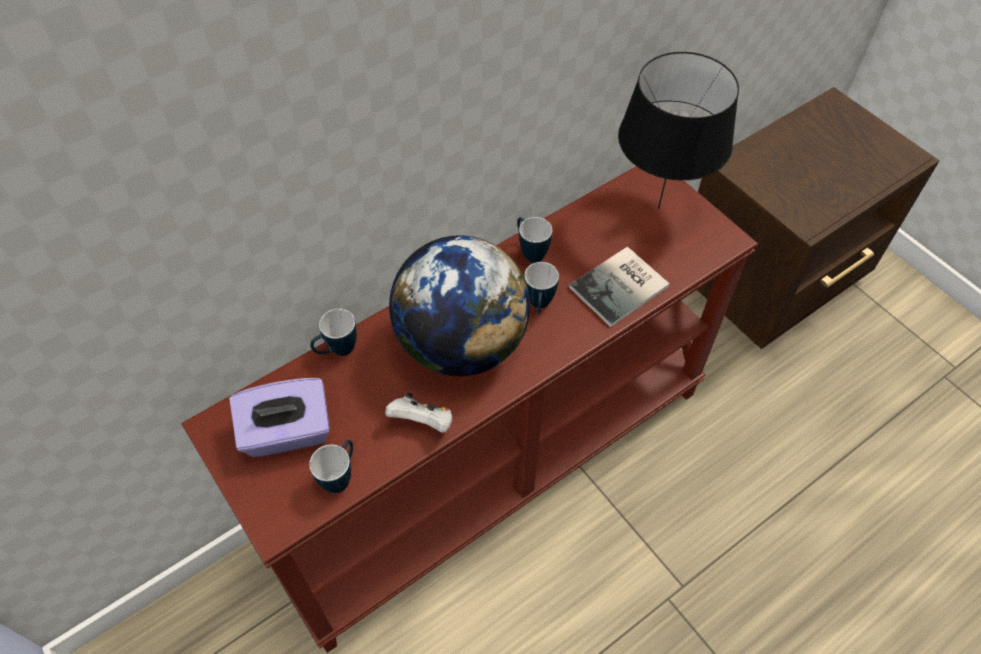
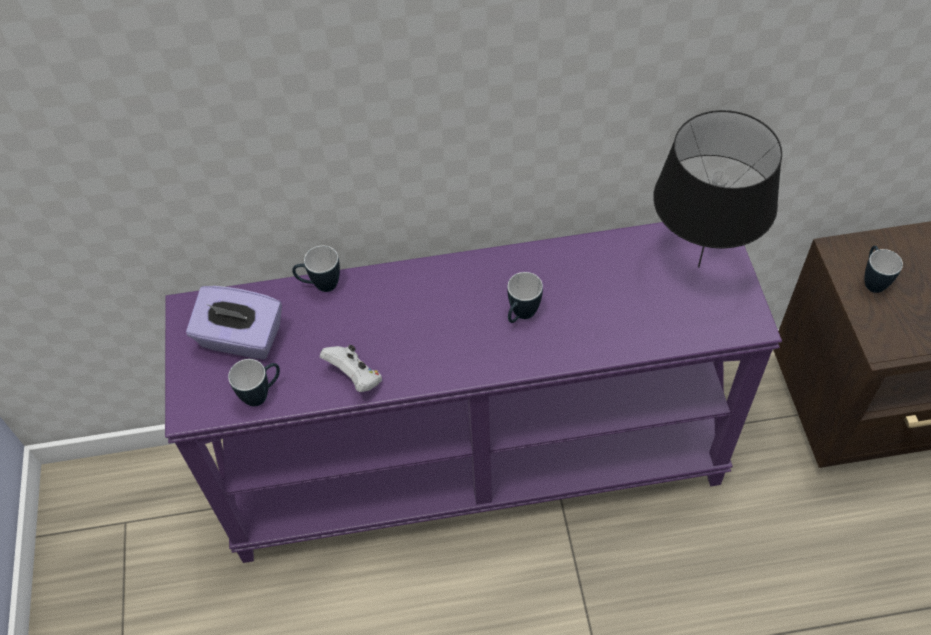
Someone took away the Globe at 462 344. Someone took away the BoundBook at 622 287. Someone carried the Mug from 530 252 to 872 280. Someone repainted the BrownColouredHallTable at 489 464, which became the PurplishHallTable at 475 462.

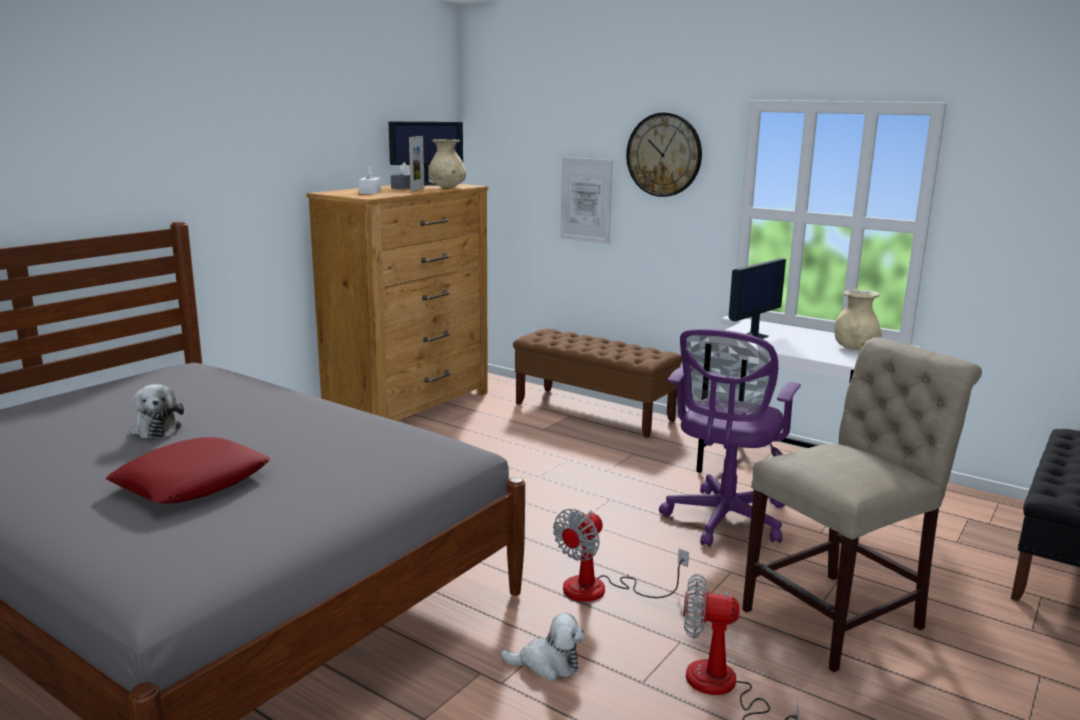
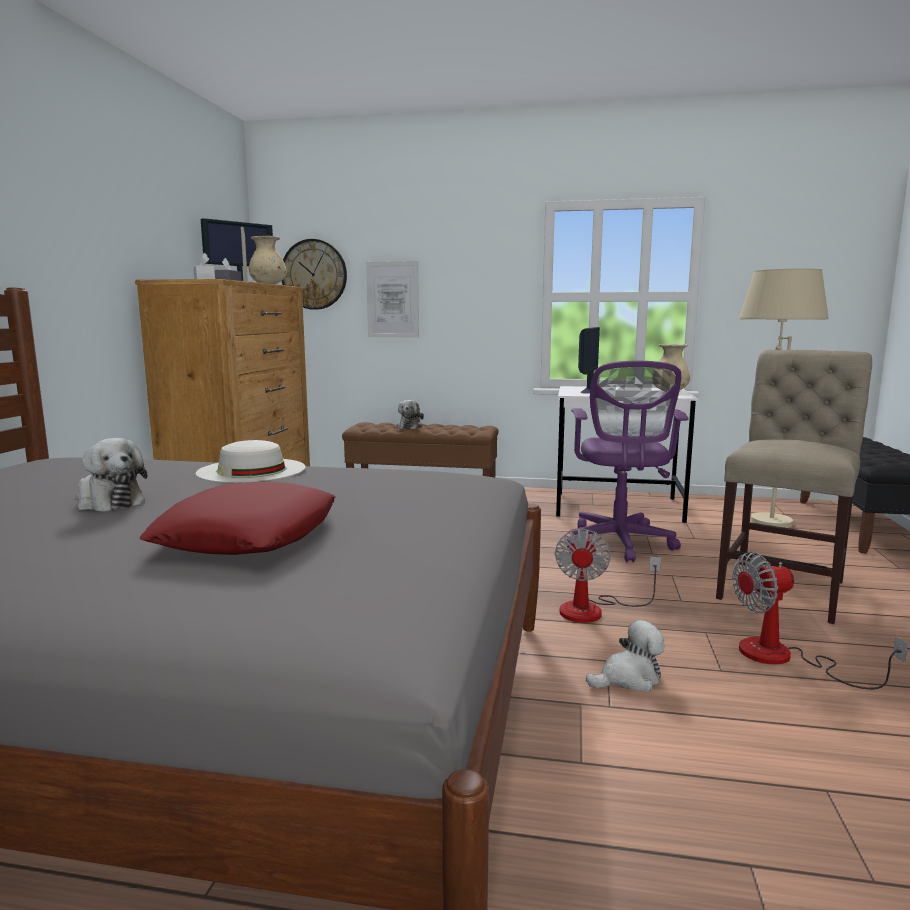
Someone put down the WhitishWearableHat at 251 470. Someone put down the SoftToy at 410 426. Someone put down the SandColouredStandardLamp at 763 516. Someone carried the ClockOnTheWall from 664 155 to 314 274.

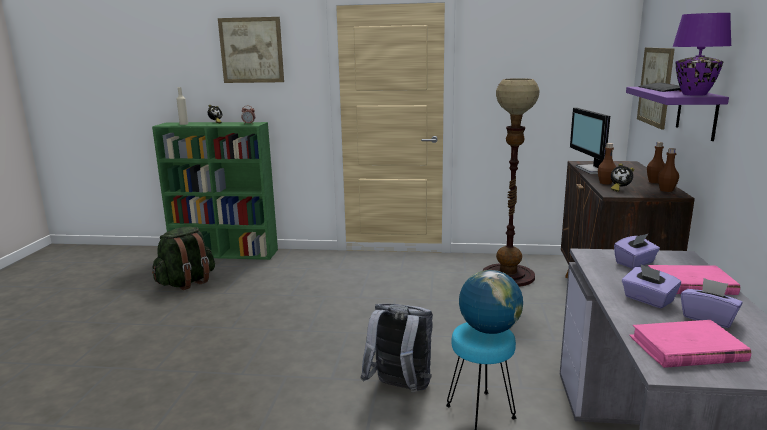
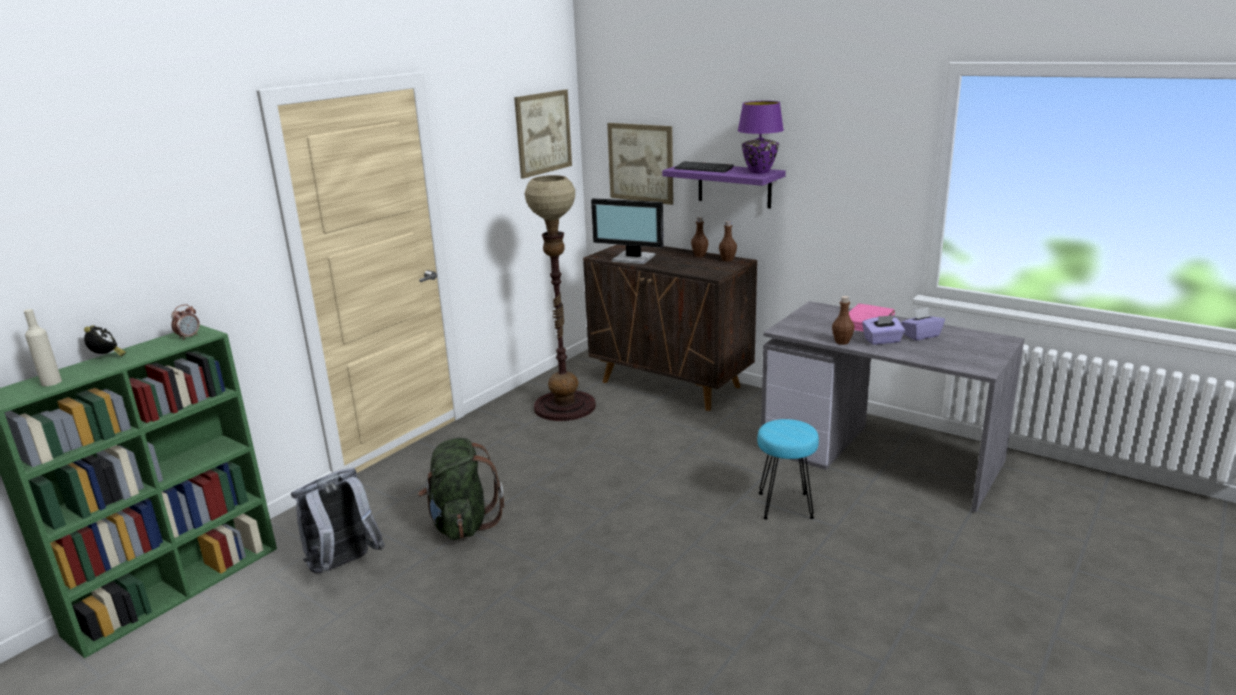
Someone took away the Globe at 489 330. Someone took away the AlarmClock at 619 189. Someone took away the PurplishTissueHolder at 635 263. Someone took away the PinkColouredBoundBook at 686 349. Someone carried the GreenBackpack from 187 282 to 462 524. Someone carried the WallArt from 251 50 to 543 133. Someone carried the GreyishBackpack from 400 388 to 343 566. Someone carried the BrownColouredBottle from 605 183 to 842 342.

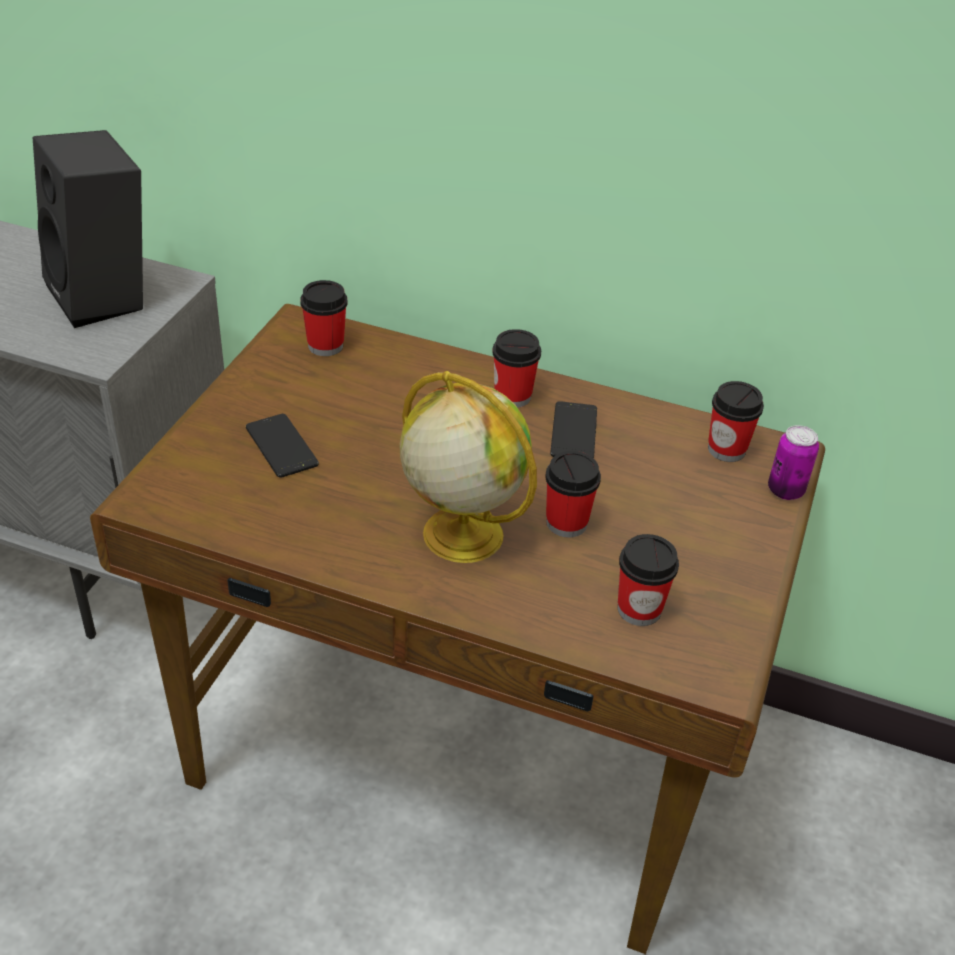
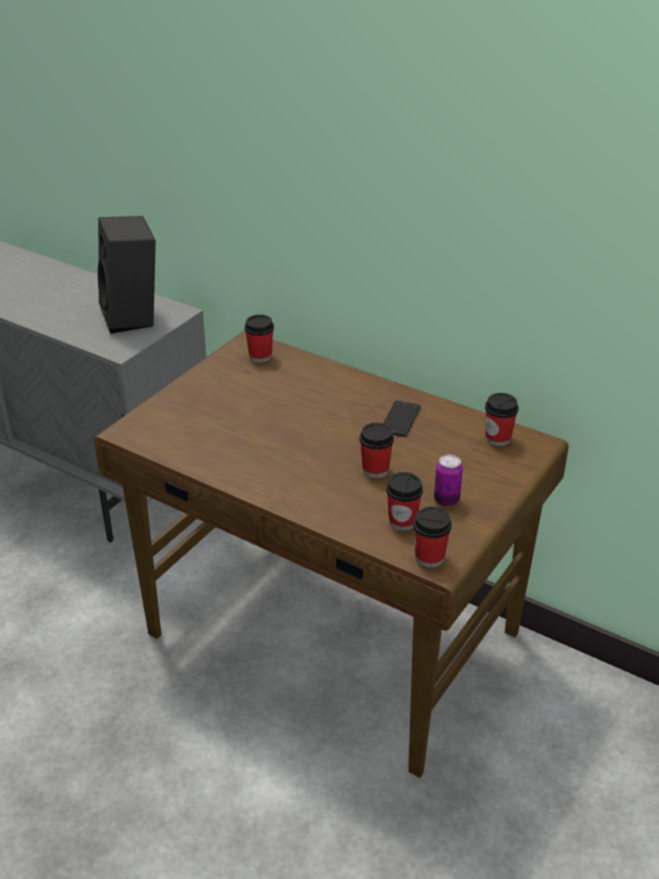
Someone took away the Handset at 281 446. Someone took away the Globe at 460 533. Someone carried the Cup from 512 396 to 429 557. Someone carried the SealedCan from 785 490 to 446 500.

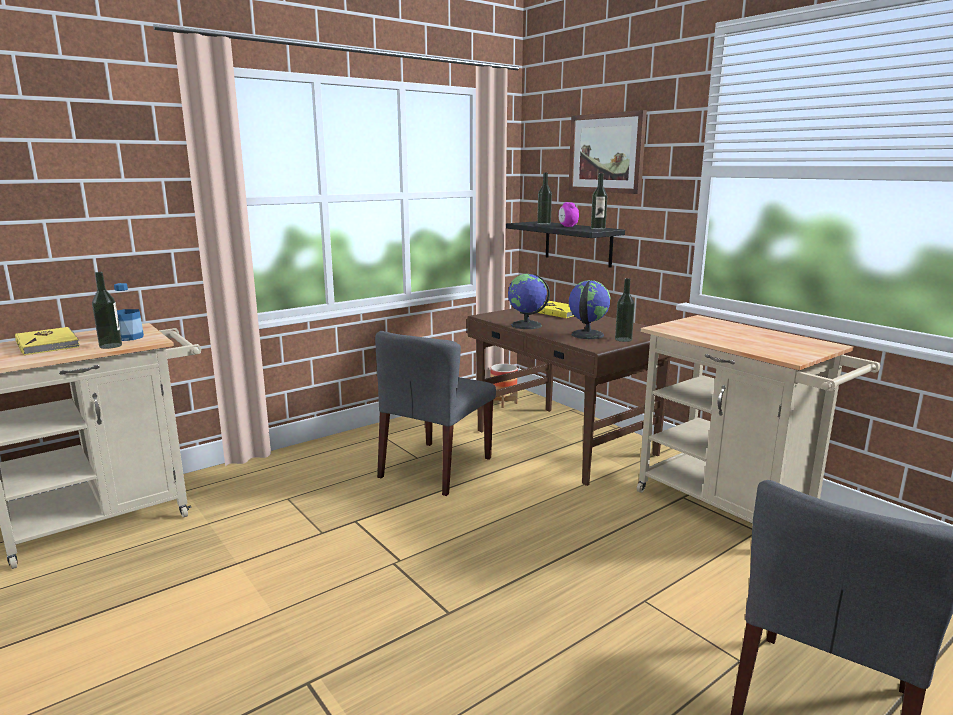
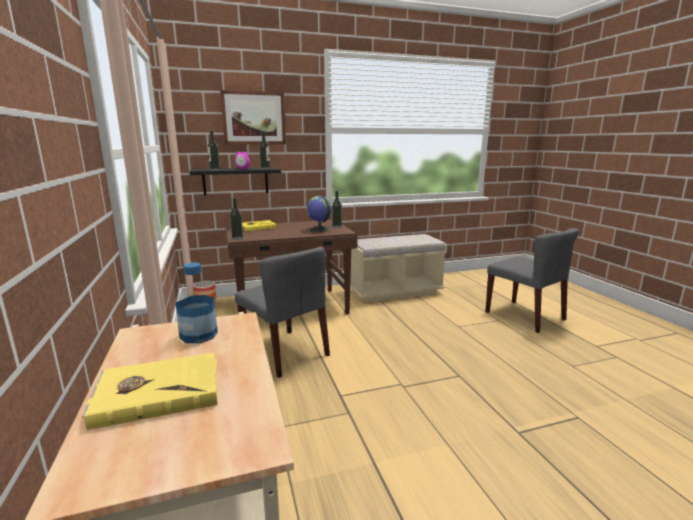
Someone took away the Globe at 526 325. Someone carried the Bottle from 110 346 to 237 238. Someone swapped the SandColouredCart at 732 510 for the SandColouredIndoorBench at 394 292.

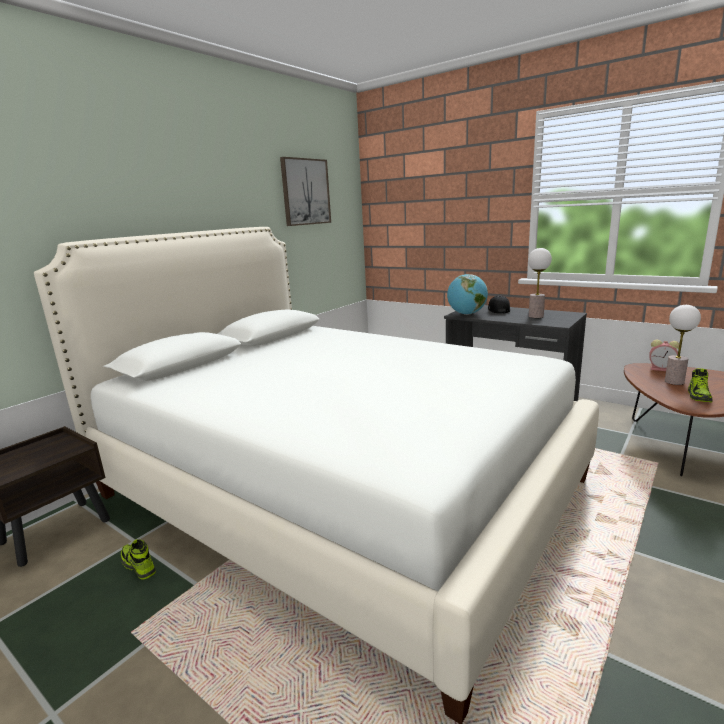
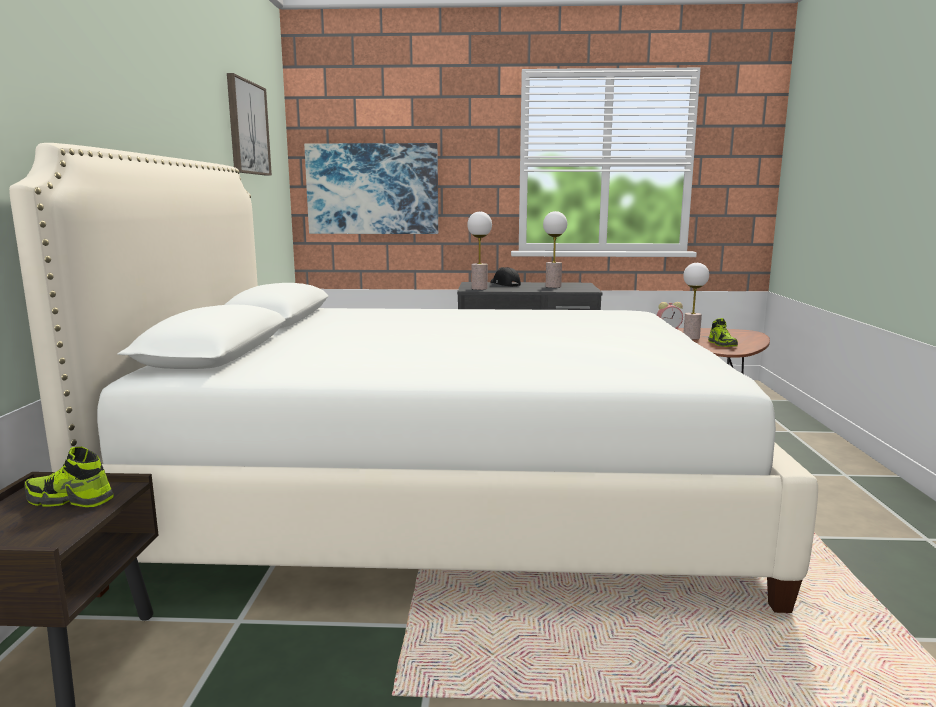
Someone put up the WallArt at 372 189. Someone carried the Shoe from 138 566 to 70 500. Someone swapped the Globe at 466 314 for the LampForATable at 479 288.

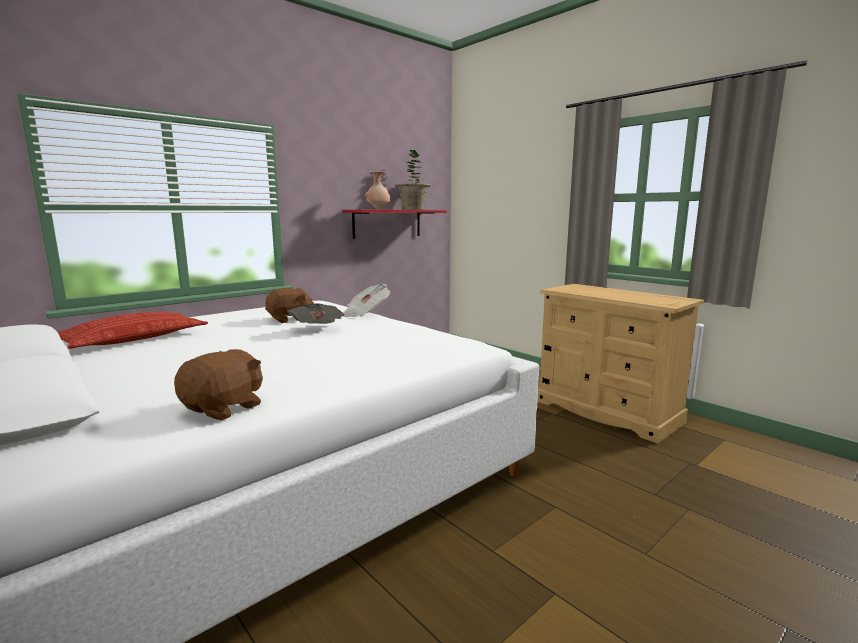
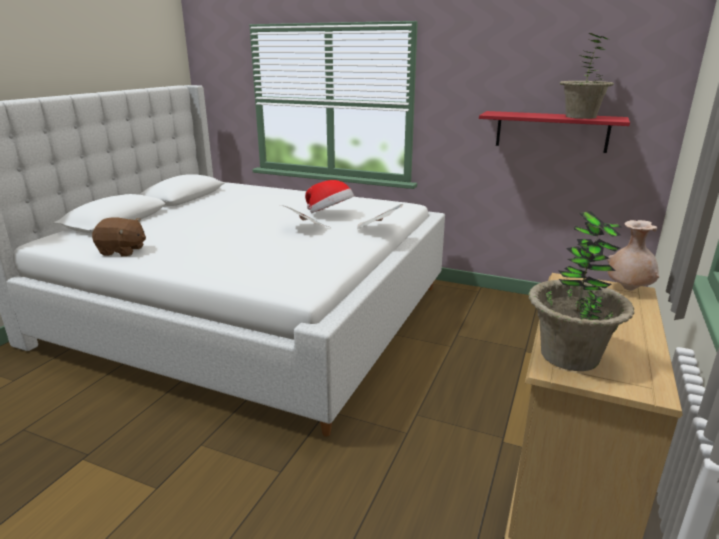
Someone took away the Pillow at 133 339. Someone put down the PottedPlant at 569 356. Someone carried the SandColouredFlowerVase from 378 209 to 628 289. Someone swapped the BrownColouredSoftToy at 289 319 for the WearableHat at 330 214.

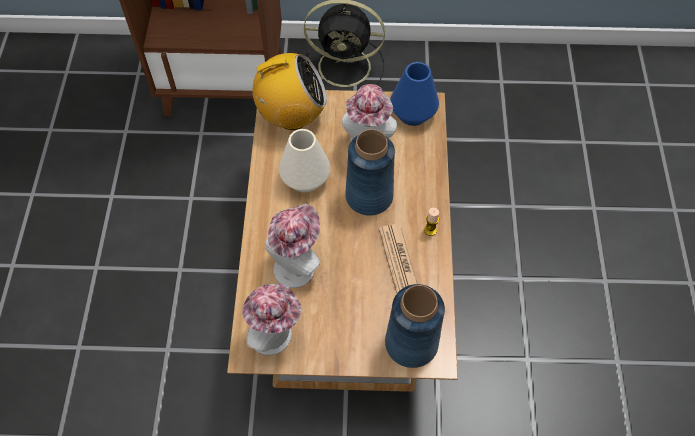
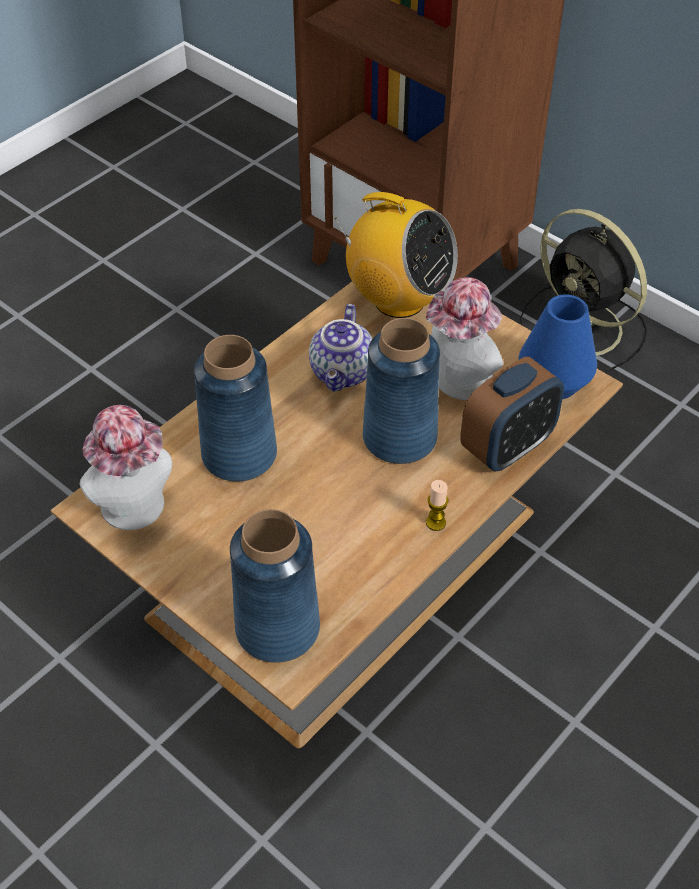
Someone took away the Newspaper at 398 260. Someone put down the AlarmClock at 507 447. Someone swapped the WearableHat at 297 264 for the BluishFlowerVase at 238 454. Someone swapped the WhitishFlowerVase at 305 179 for the TeaPot at 344 373.

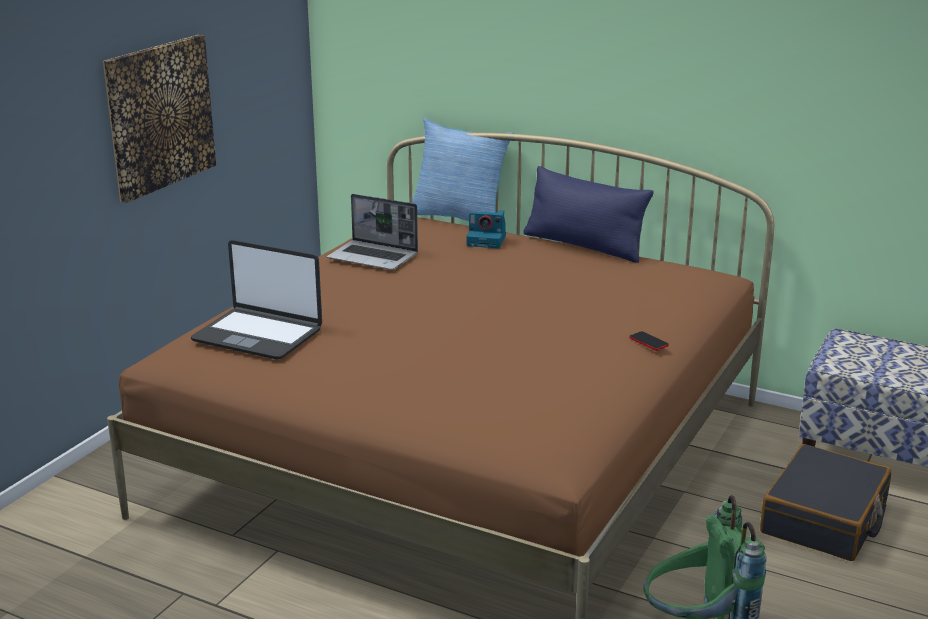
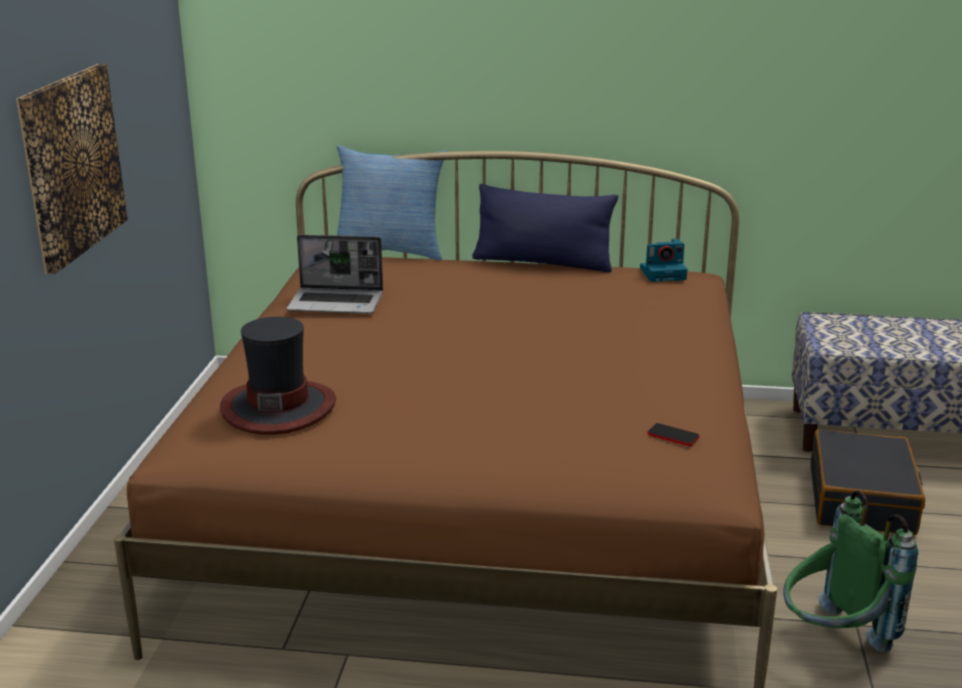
Someone carried the StillCamera from 487 240 to 663 273. Someone carried the Handset from 648 342 to 673 436. Someone swapped the NotebookComputer at 258 335 for the WearableHat at 278 407.

